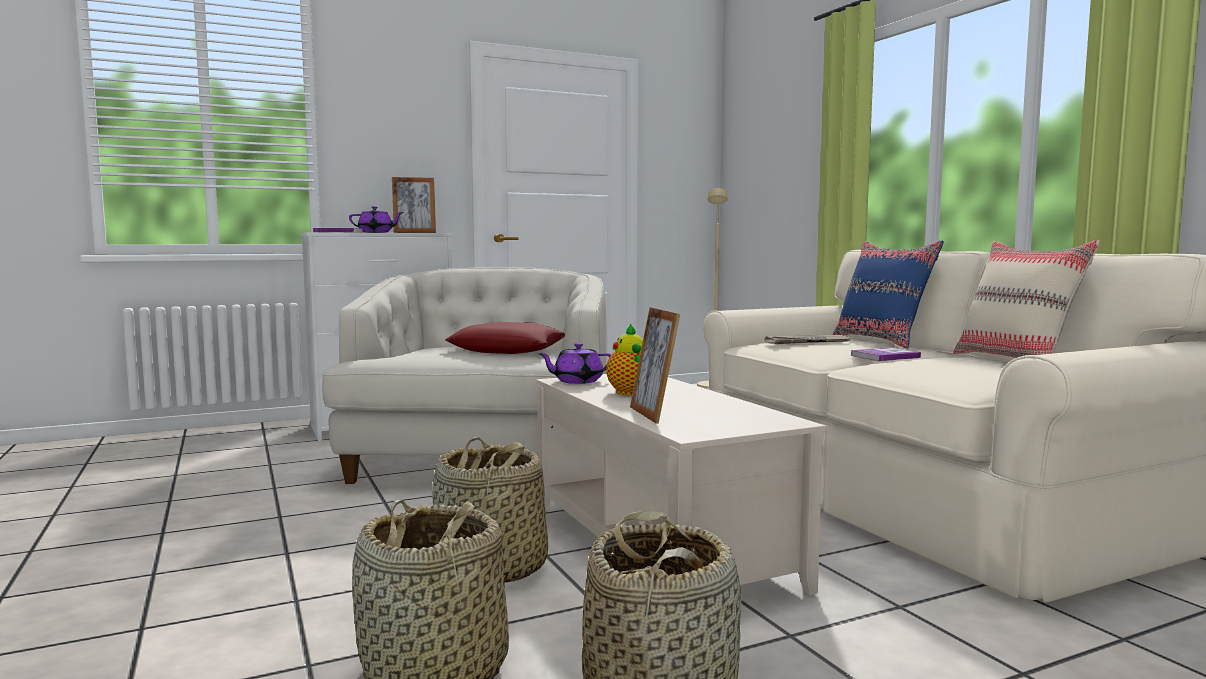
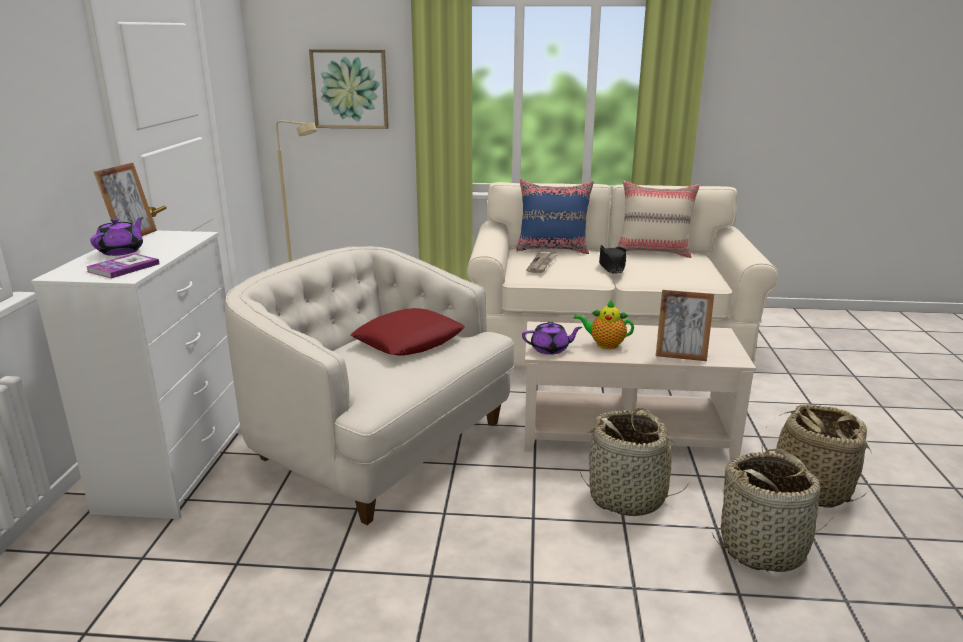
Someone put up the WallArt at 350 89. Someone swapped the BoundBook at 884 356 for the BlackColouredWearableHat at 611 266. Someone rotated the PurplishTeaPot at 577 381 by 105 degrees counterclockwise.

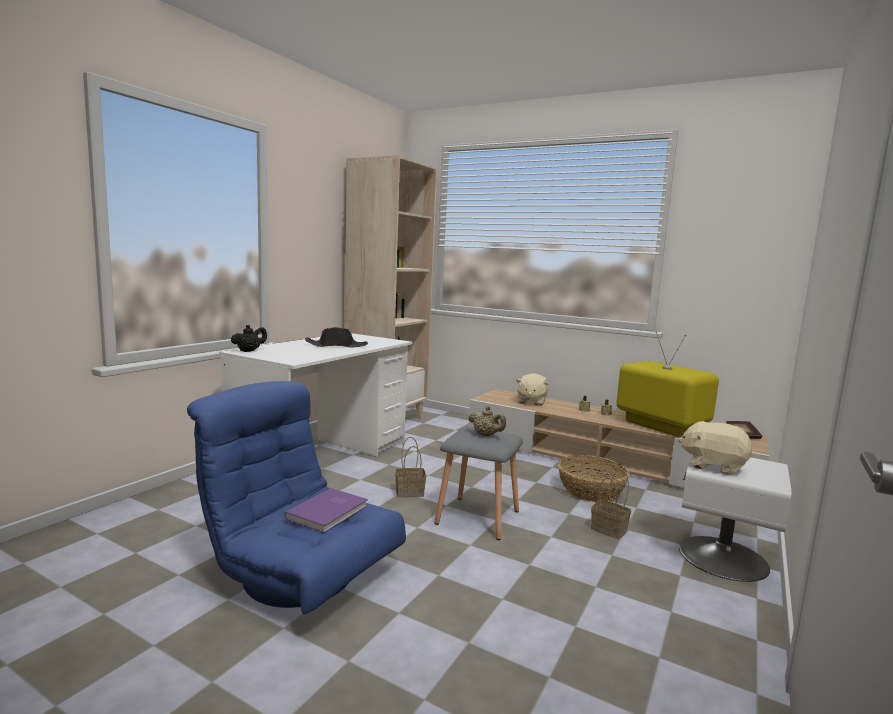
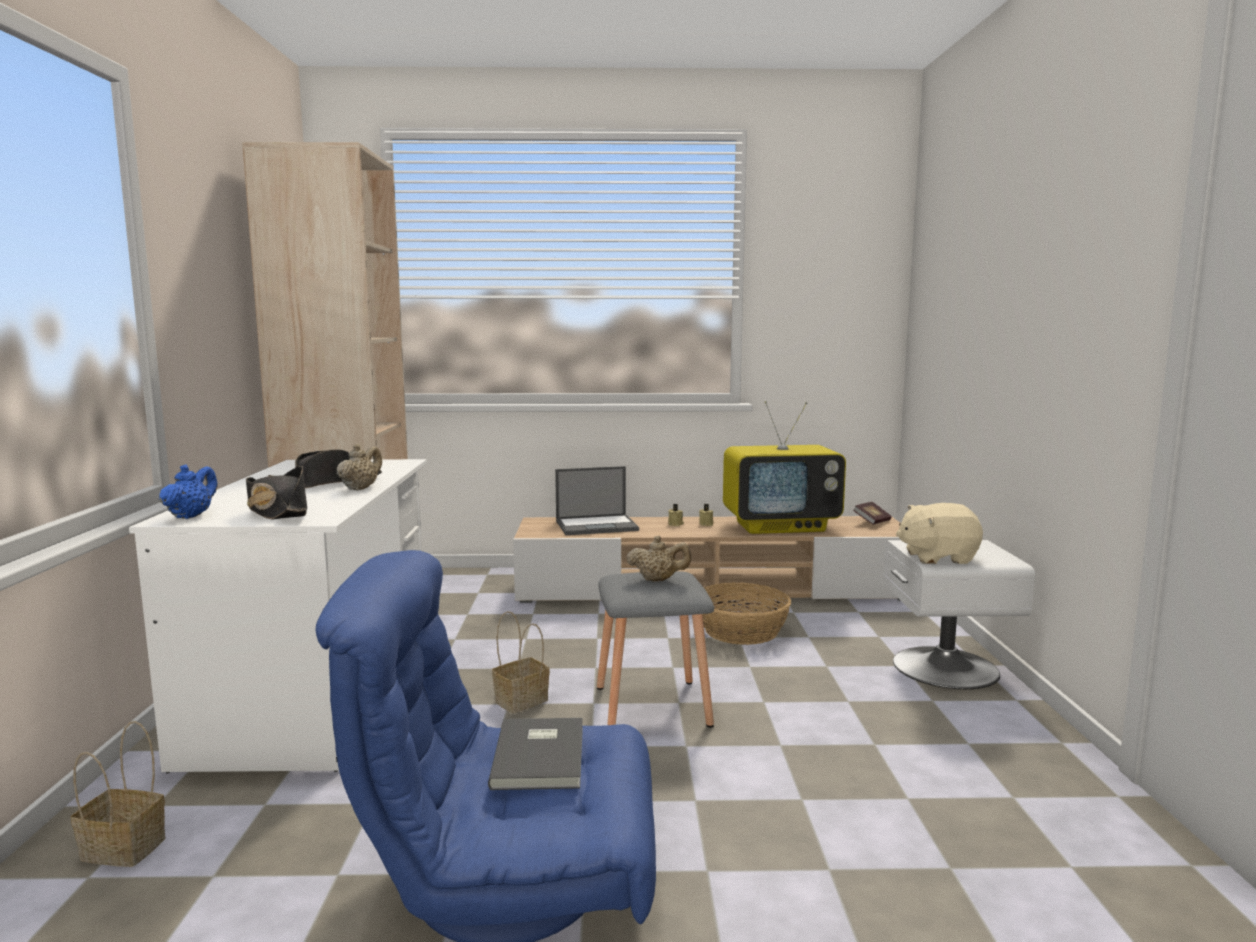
Someone put down the BlackColouredWearableHat at 278 511. Someone put down the SandColouredTeaPot at 360 488. Someone carried the StorageBasket from 610 530 to 126 848. Someone swapped the SandColouredSoftToy at 531 401 for the NotebookComputer at 597 525. Someone repainted the BlackColouredTeaPot at 249 351, which became the BluishTeaPot at 191 516. Someone repainted the PurplishBoundBook at 329 512, which became the GreyishBoundBook at 542 756. Someone rotated the TvSet at 659 426 by 150 degrees clockwise.

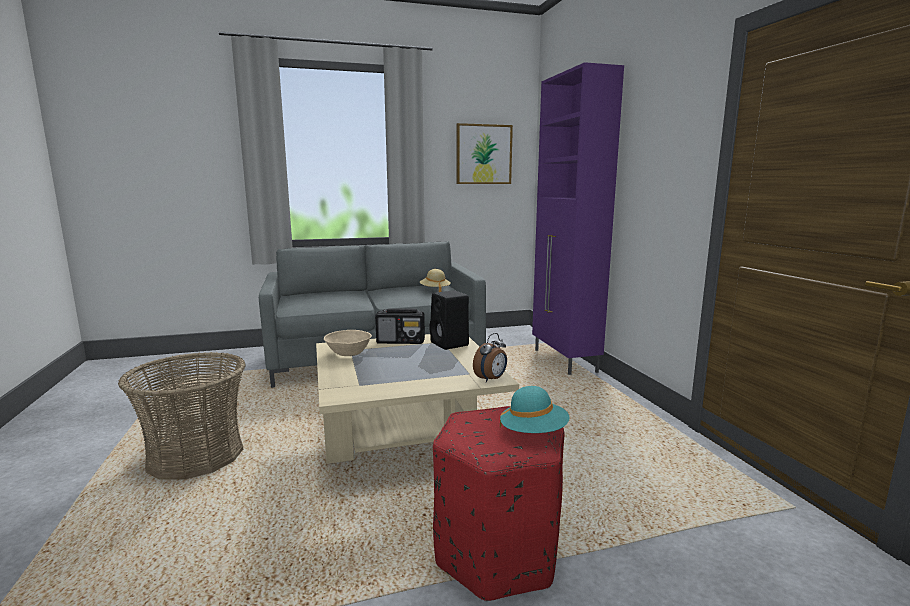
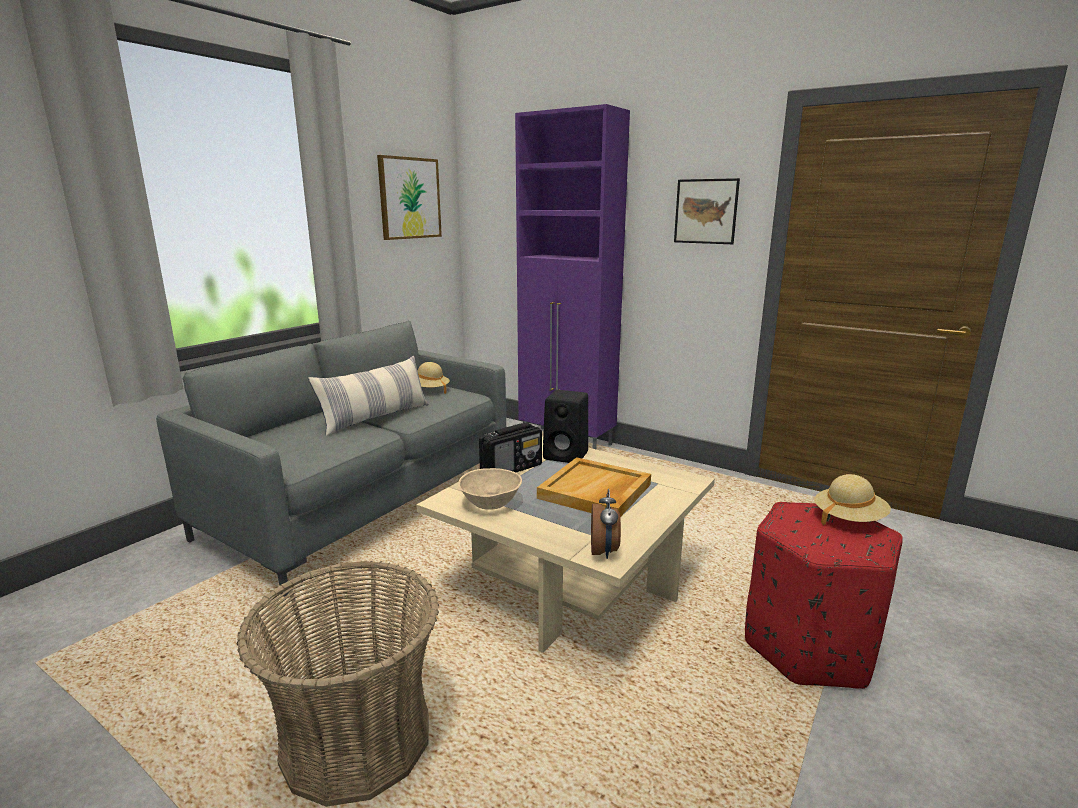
Someone put down the Pillow at 376 418. Someone put down the SandColouredTray at 595 492. Someone put up the WallArt at 706 211. Someone carried the AlarmClock from 491 379 to 604 551. Someone repainted the TurquoiseWearableHat at 533 433, which became the SandColouredWearableHat at 848 519.

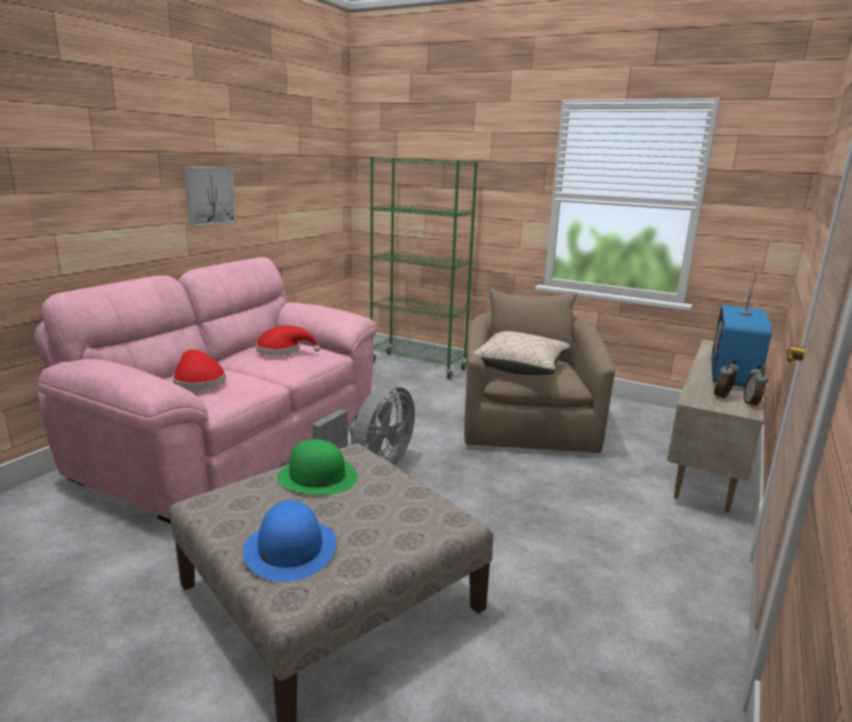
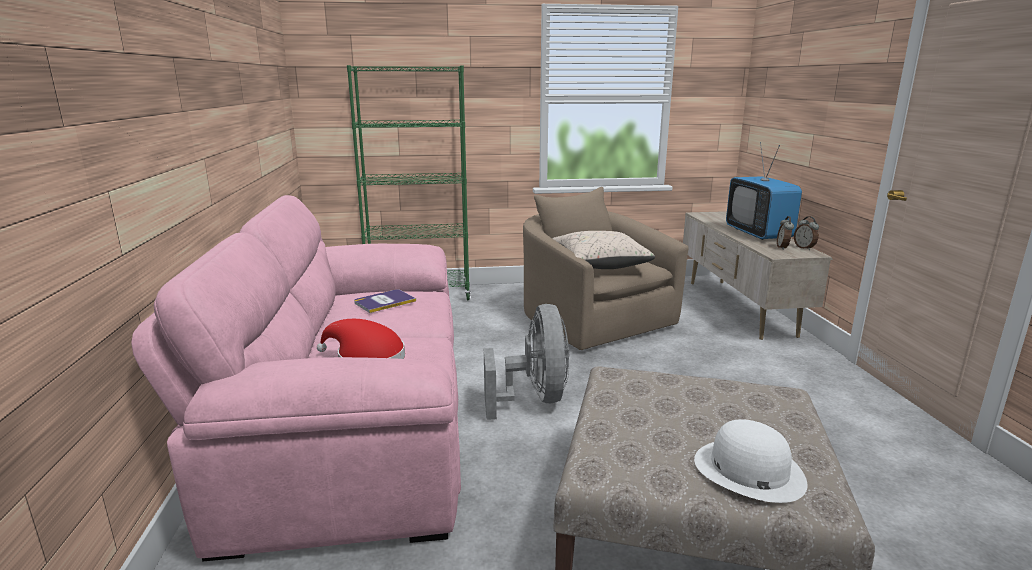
Someone took away the WallArt at 208 195. Someone took away the GreenWearableHat at 317 477. Someone swapped the RedWearableHat at 282 351 for the BoundBook at 384 302. Someone repainted the BluishWearableHat at 290 548, which became the WhitishWearableHat at 748 470.

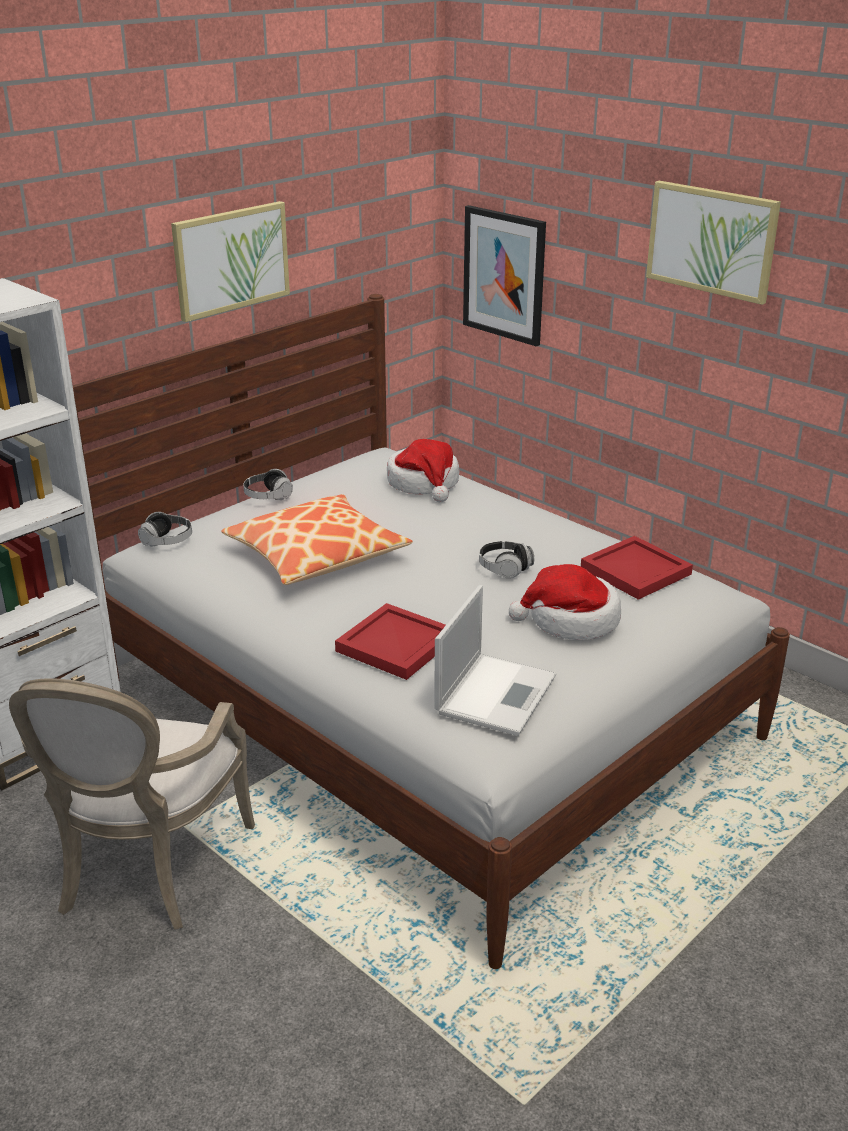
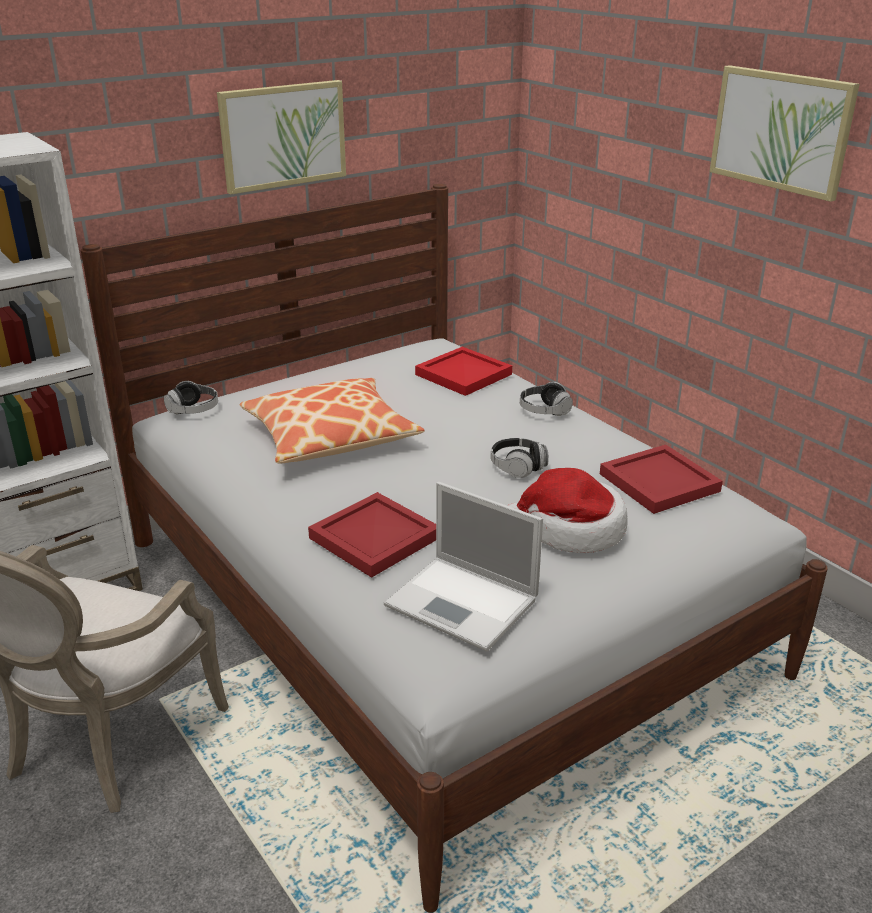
Someone took away the WallArt at 504 275. Someone carried the Headphones from 268 496 to 544 411. Someone swapped the WearableHat at 424 483 for the RedTray at 465 374. Someone rotated the NotebookComputer at 496 693 by 90 degrees clockwise.

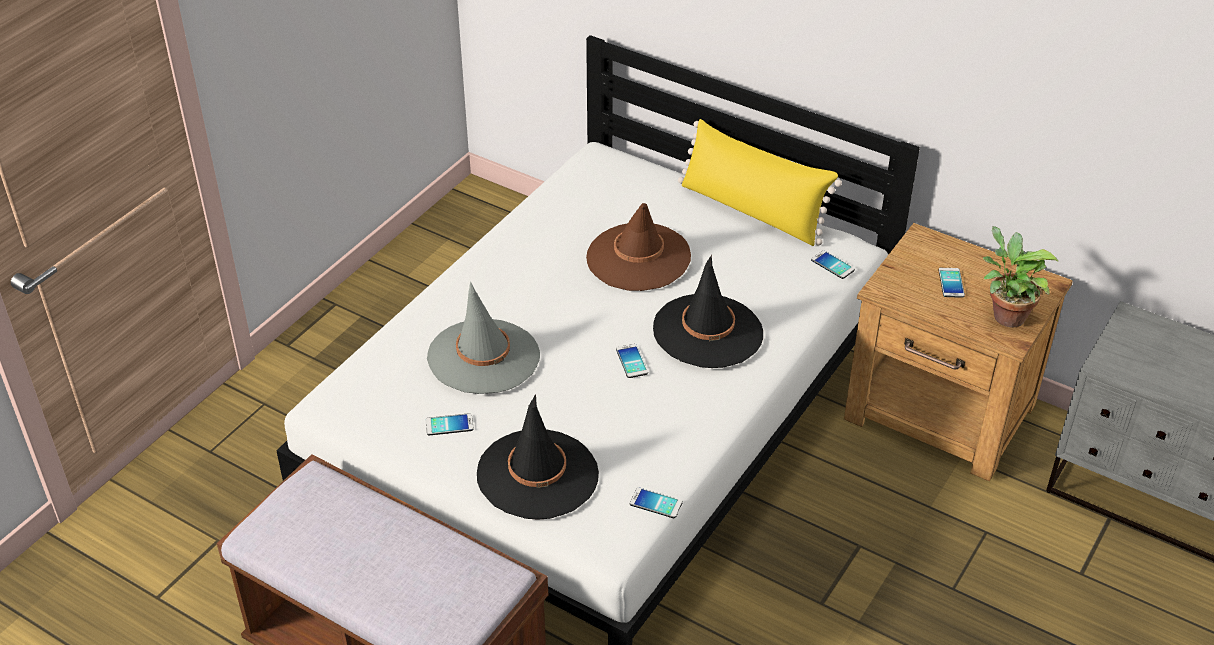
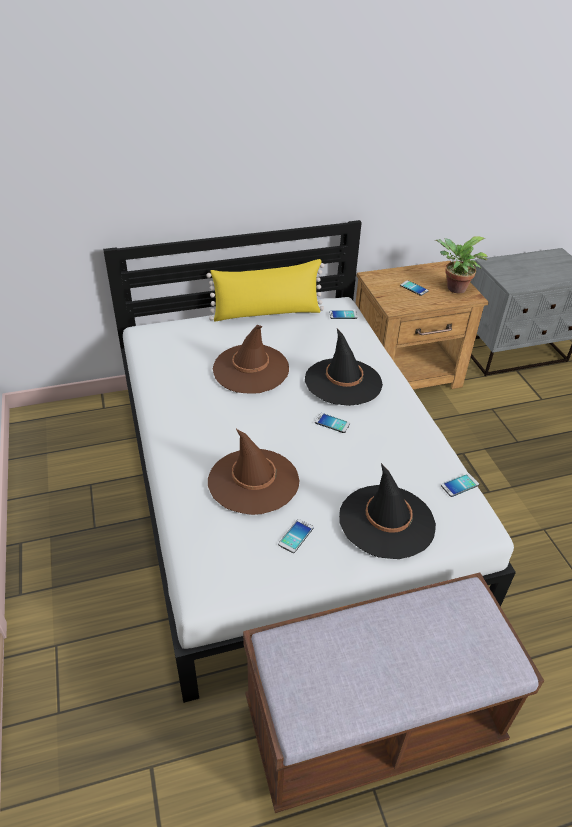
Someone repainted the GreyishWearableHat at 483 357, which became the BrownColouredWearableHat at 253 481.

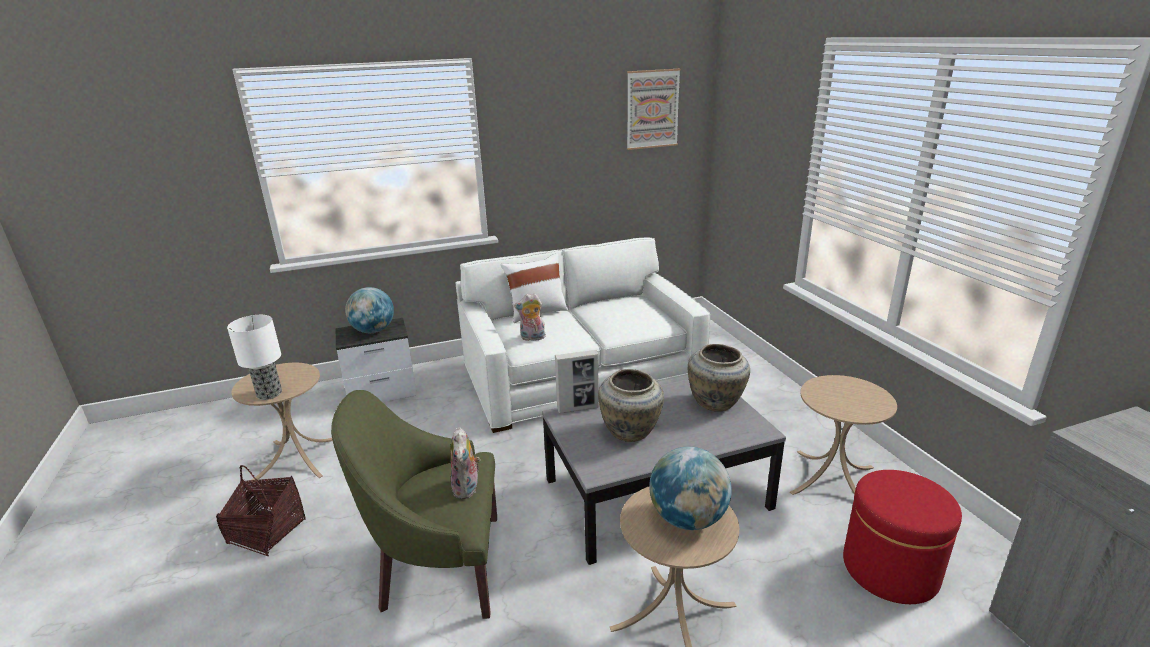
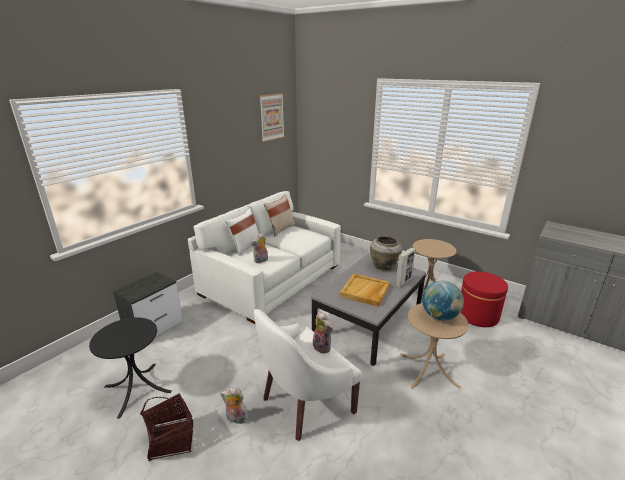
Someone took away the LampForATable at 269 394. Someone took away the Globe at 373 331. Someone put down the SoftToy at 236 419. Someone put down the SandColouredPillow at 280 229. Someone carried the PhotoFrame from 578 408 to 403 282. Someone swapped the SandColouredFlowerVase at 630 432 for the SandColouredTray at 365 291. Someone repainted the SandColouredEndTable at 297 458, which became the BlackColouredEndTable at 138 389. Someone repainted the GreenLoungeChair at 439 566, which became the WhitishLoungeChair at 304 403.

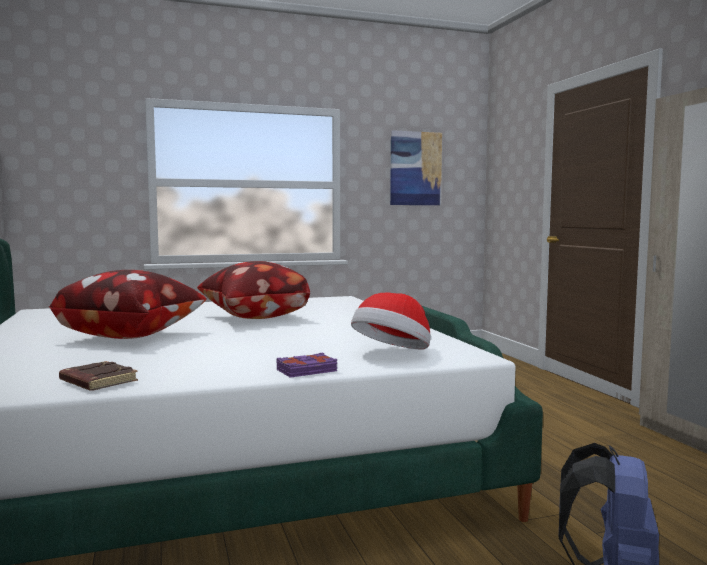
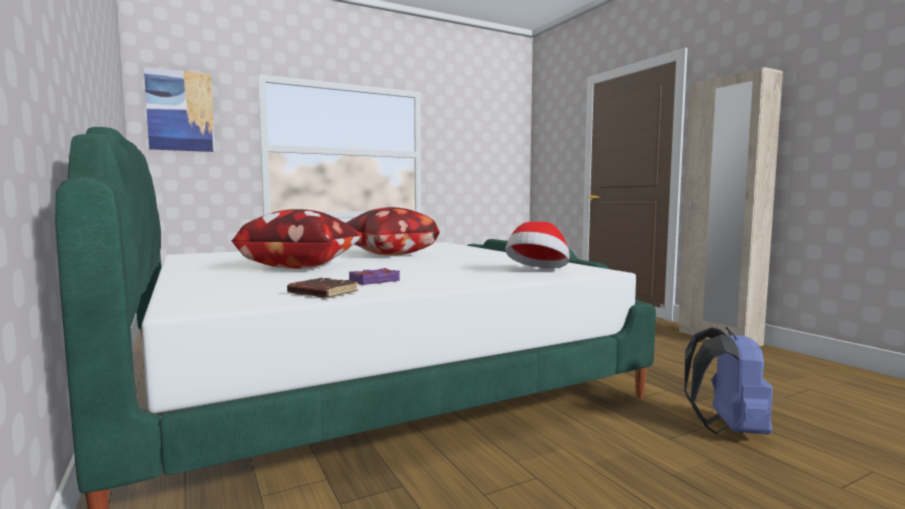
Someone carried the PurplishBoundBook from 307 371 to 375 281. Someone carried the WallArt from 415 168 to 180 111.

